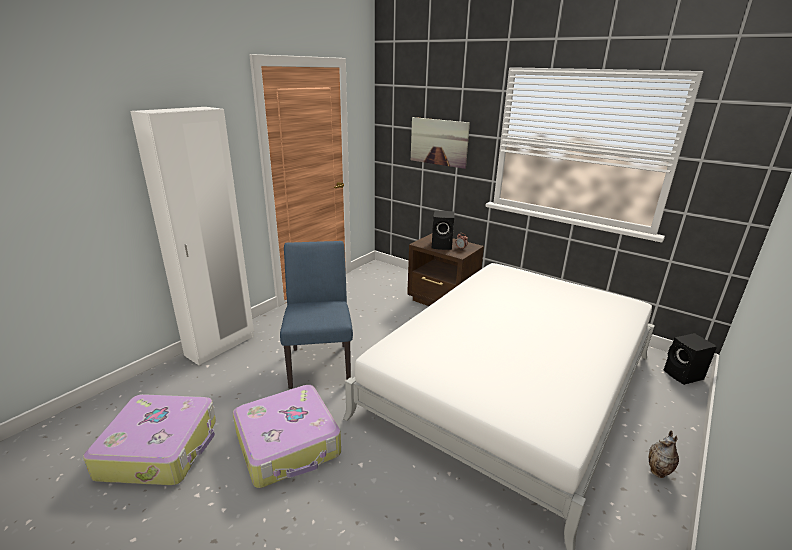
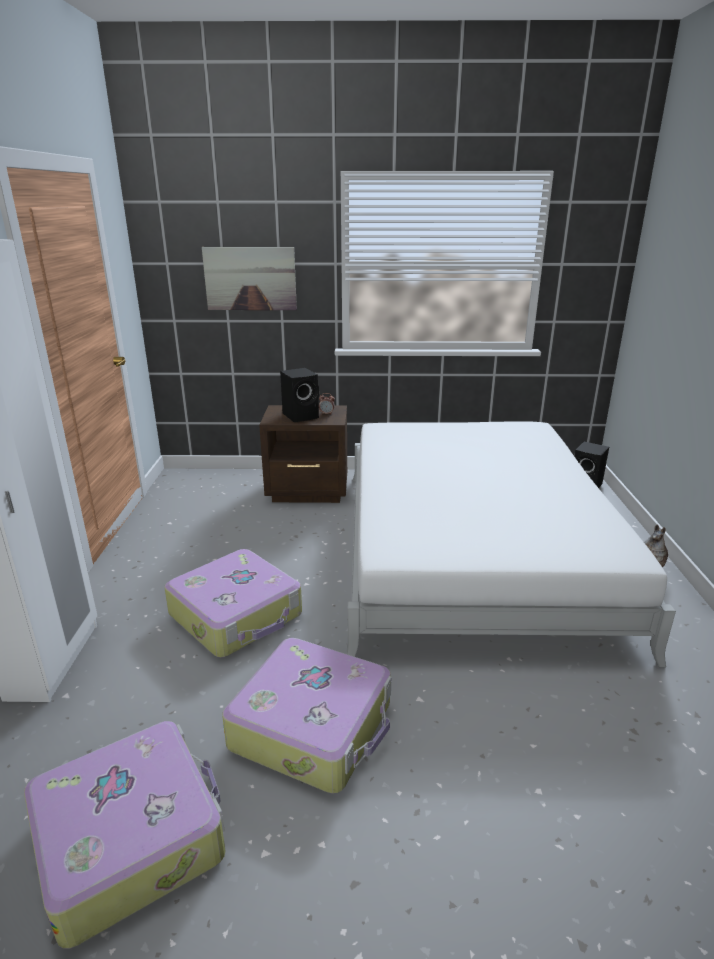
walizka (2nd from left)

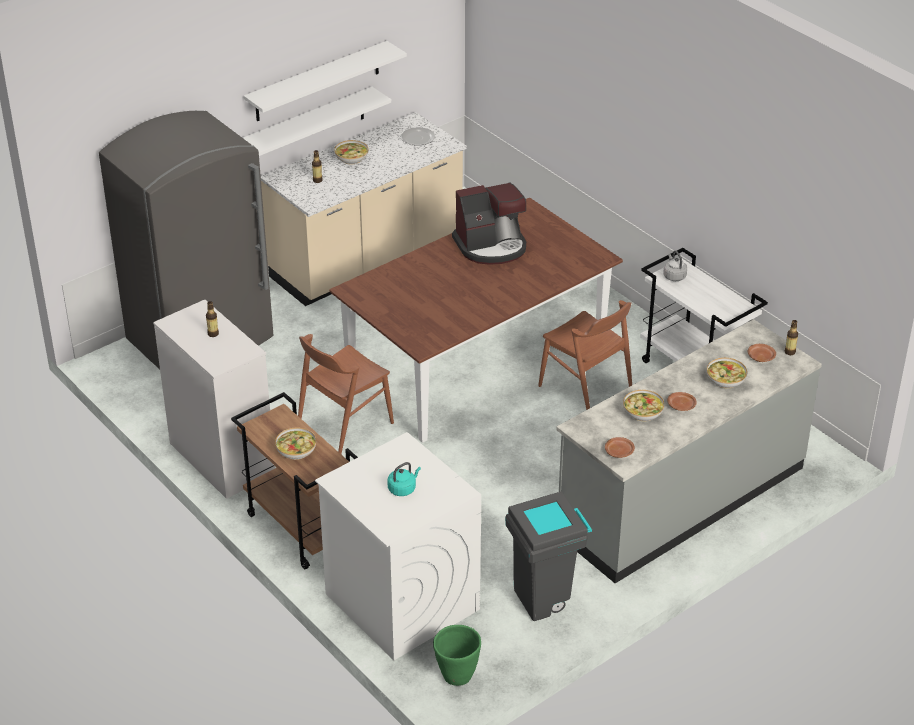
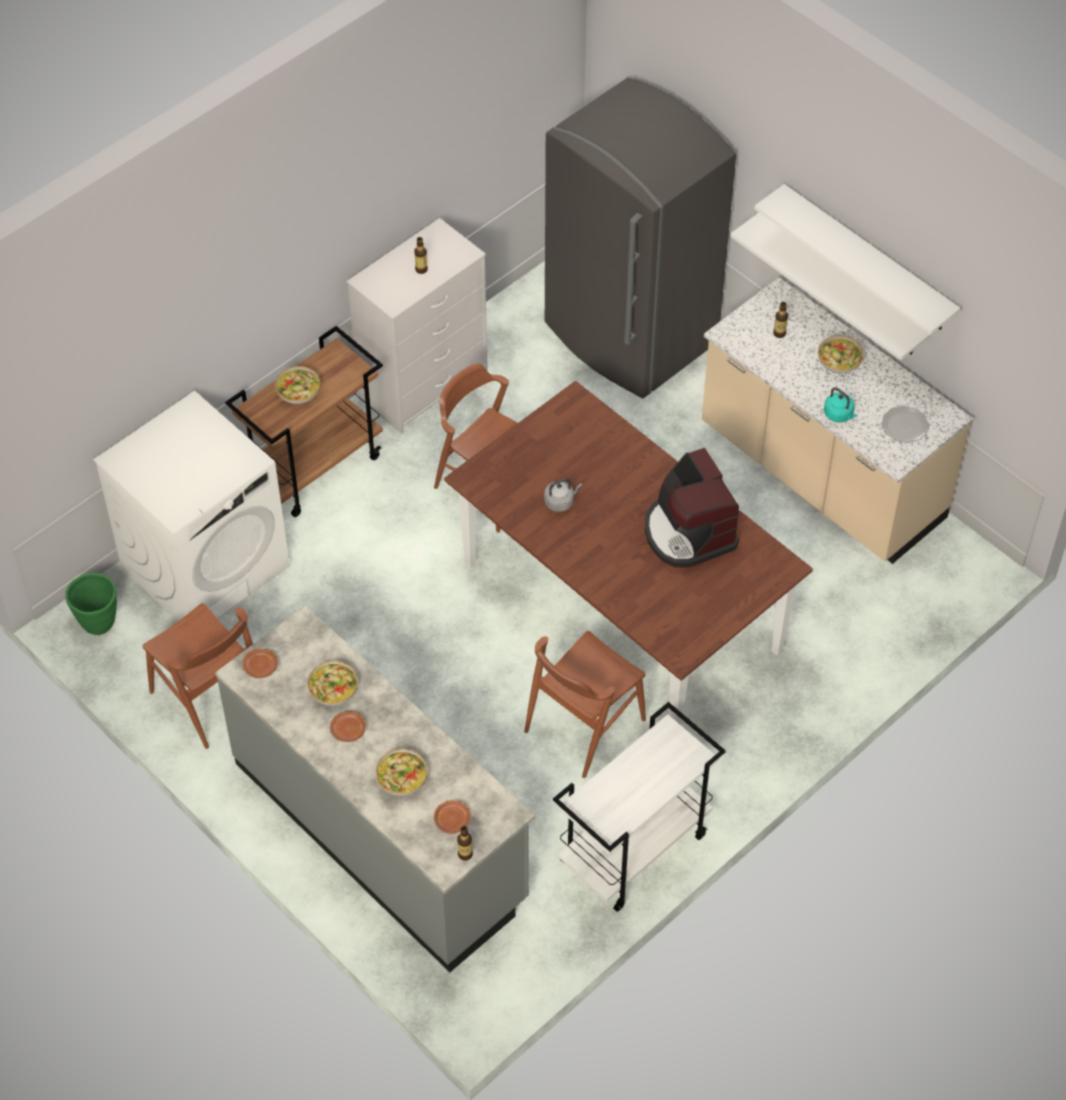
czajnik/turkusowy
krzesło/brązowy (1st from left)
czajnik/szary

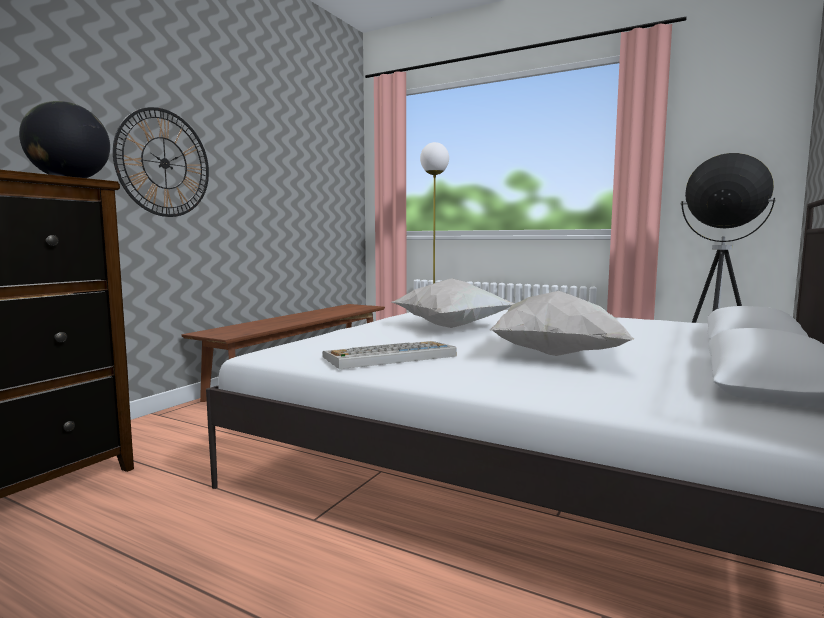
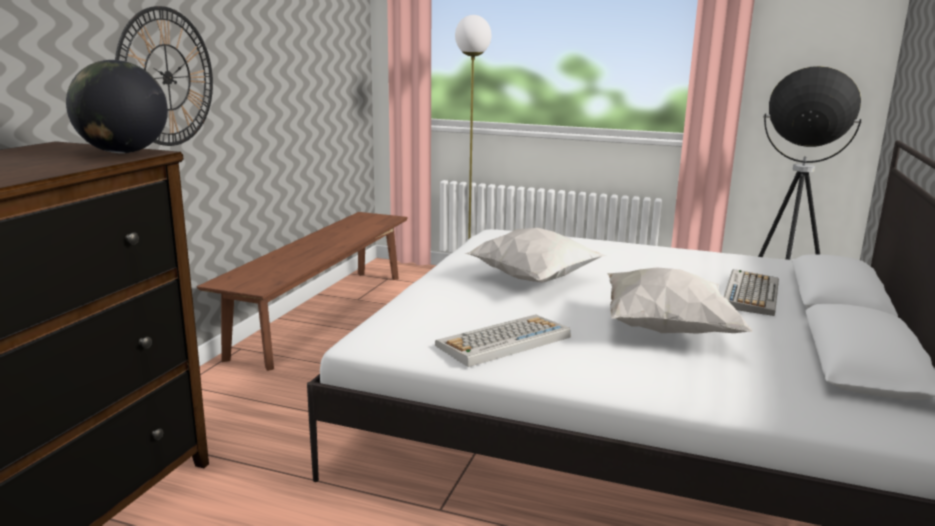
klawiatura (2nd from left)

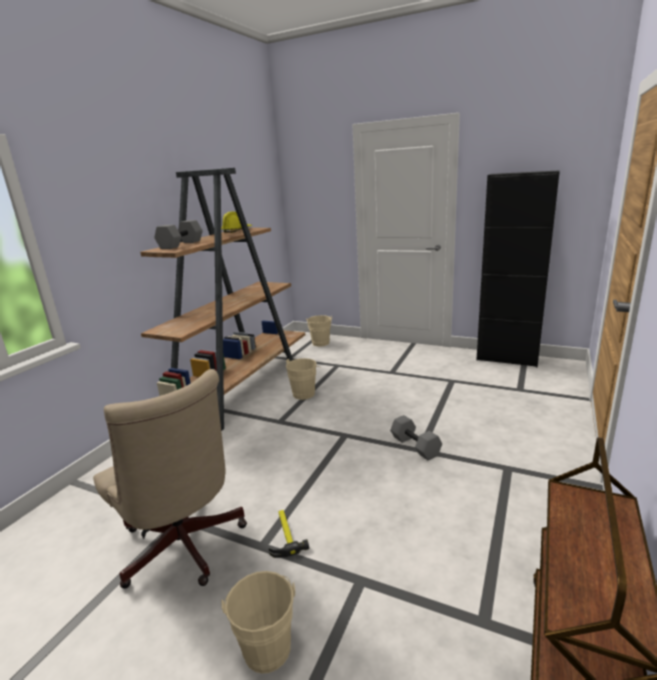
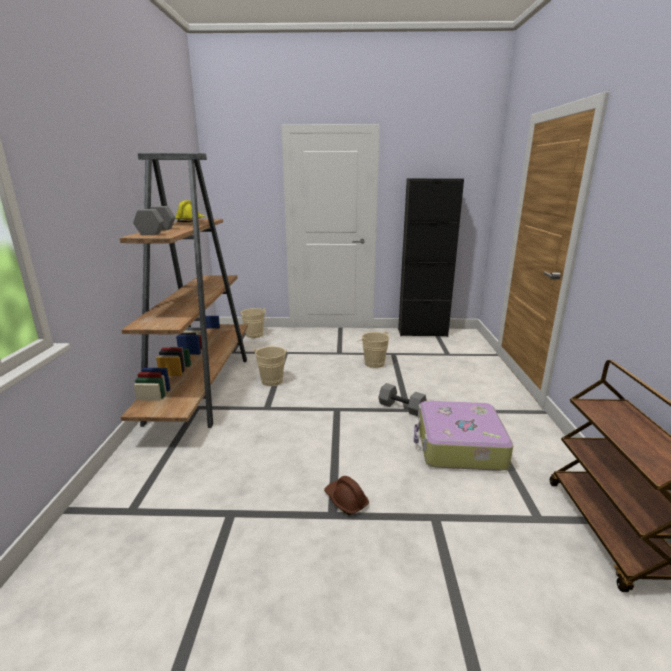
krzesło biurowe/beżowy
wiadro/beżowy (3rd from left)
kask/brązowy
walizka

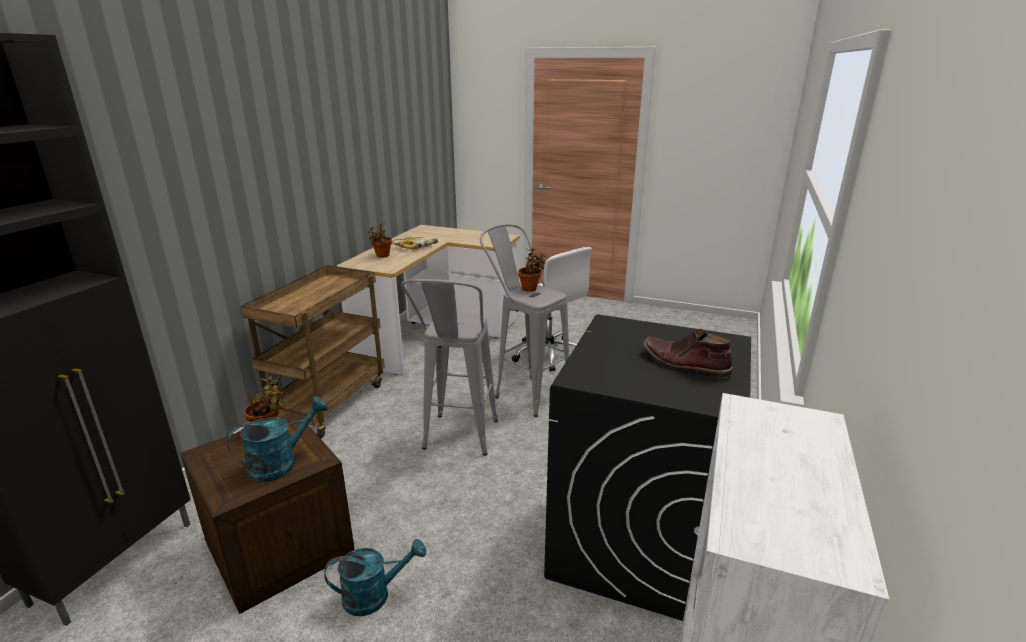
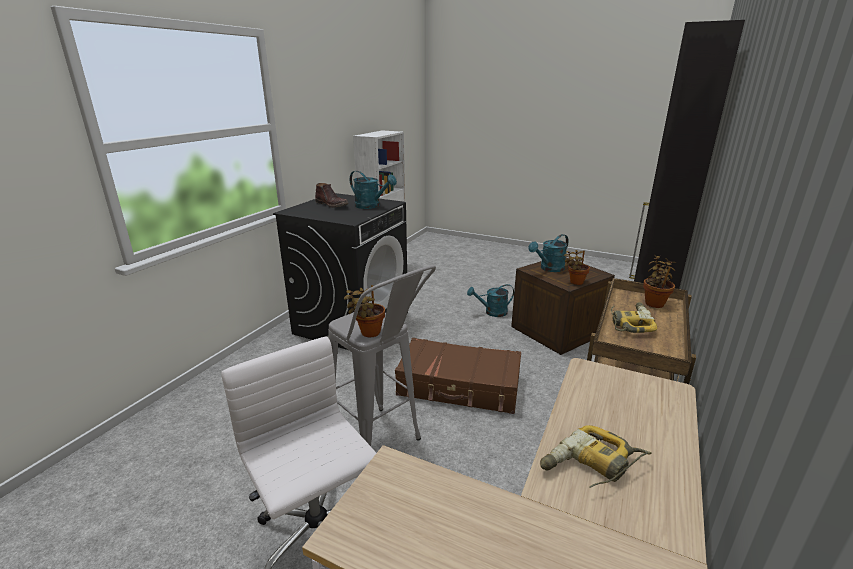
roślina doniczkowa (3rd from left)
walizka/brązowy
konewka/turkusowy (1st from left)
wiertarka (2nd from left)

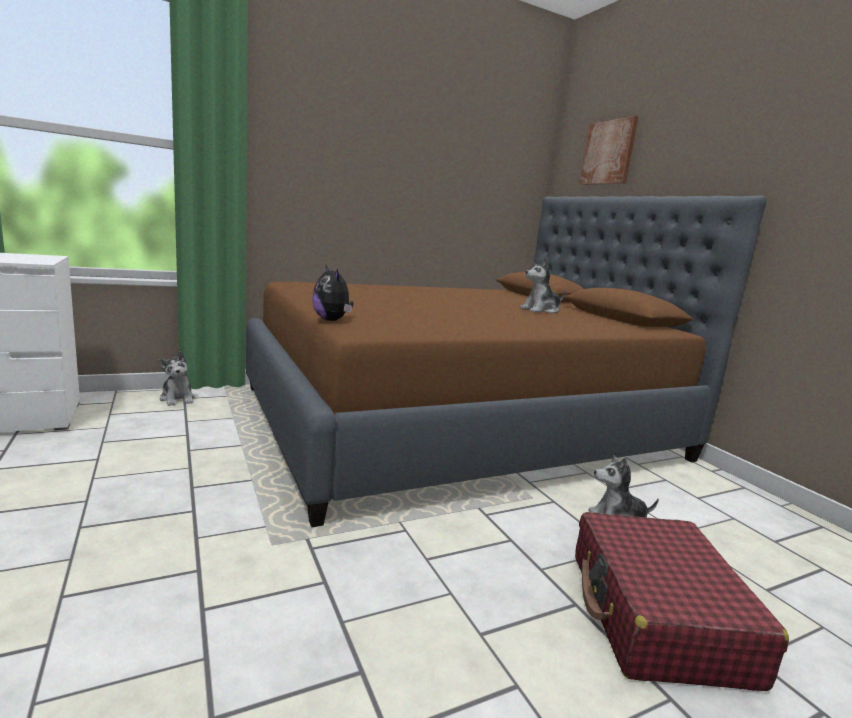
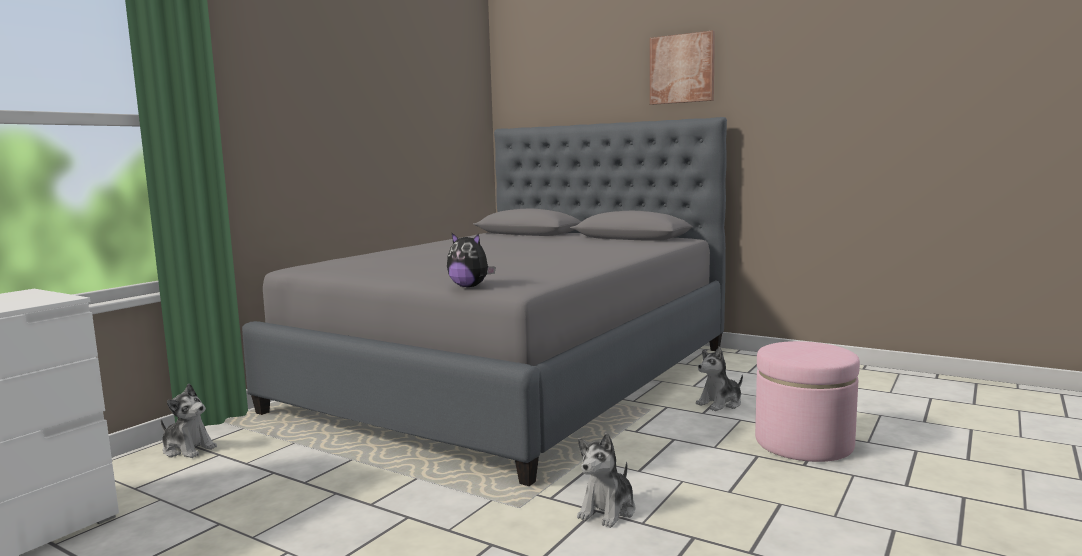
łóżko/szary
pluszak (3rd from left)
pufa/różowy
obraz

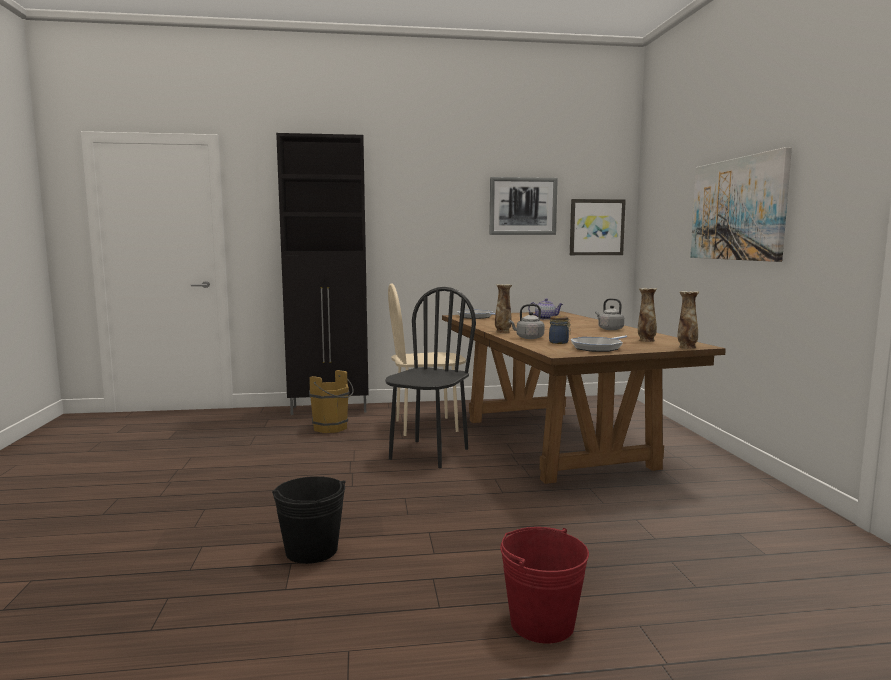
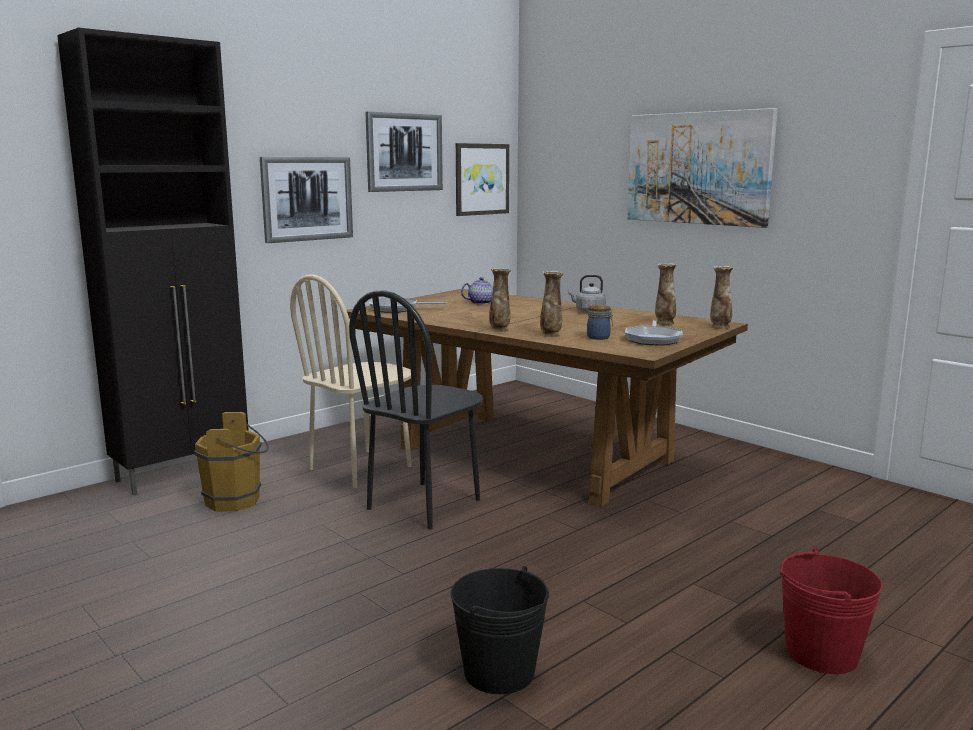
krzesło/czarny
wazon (2nd from left)
obraz (1st from left)

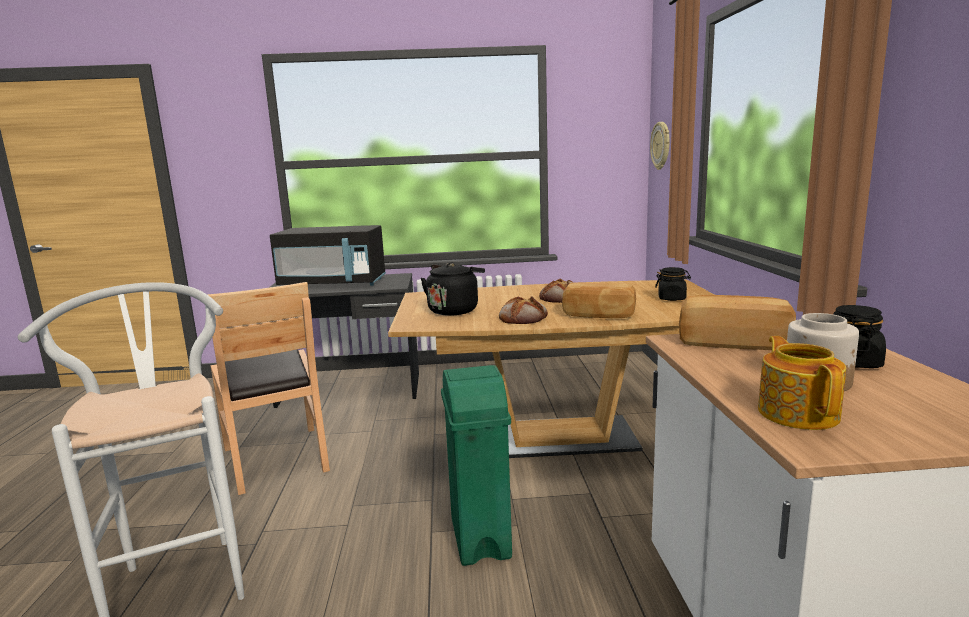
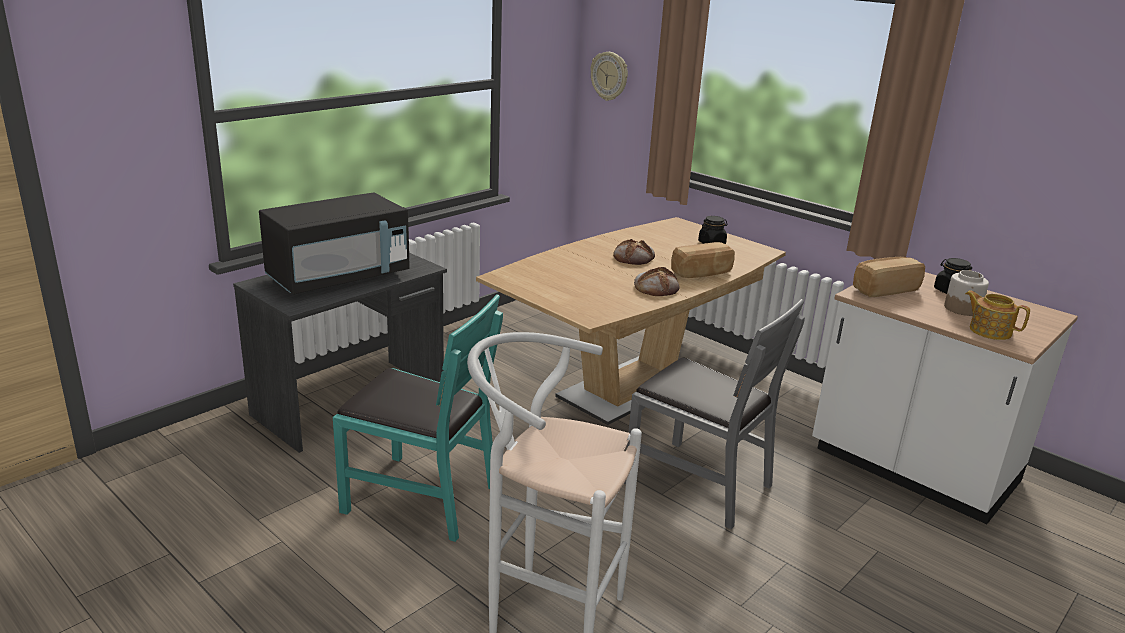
krzesło/turkusowy
czajnik/czarny
krzesło/szary

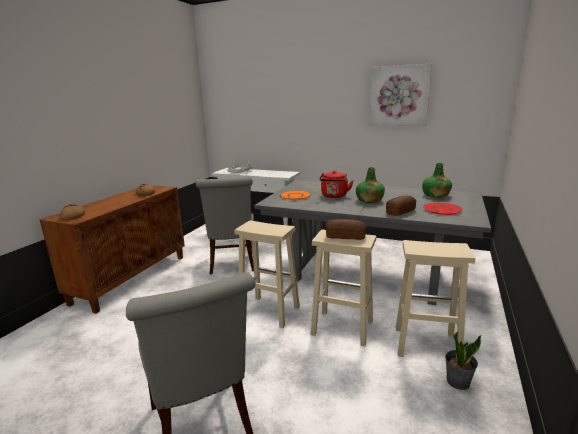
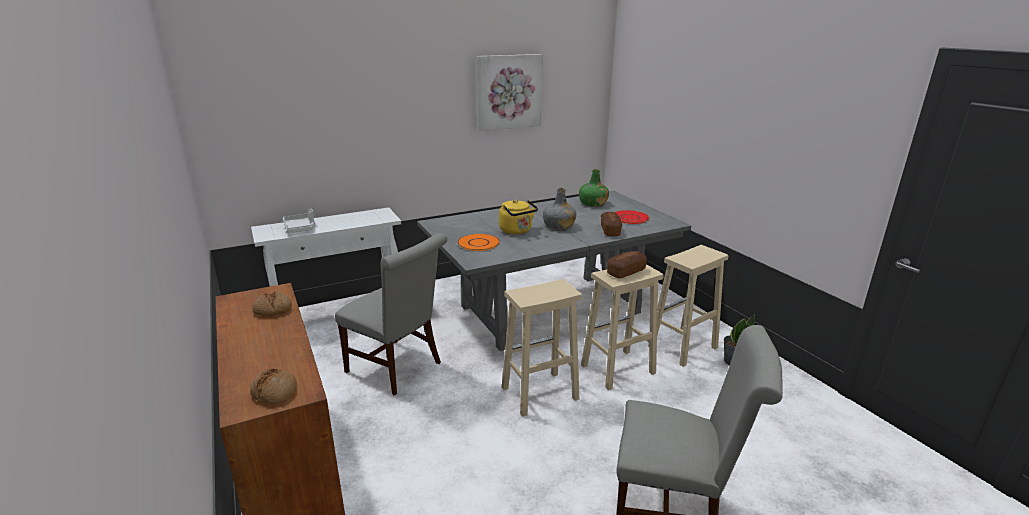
czajnik/żółty
butelka/szary

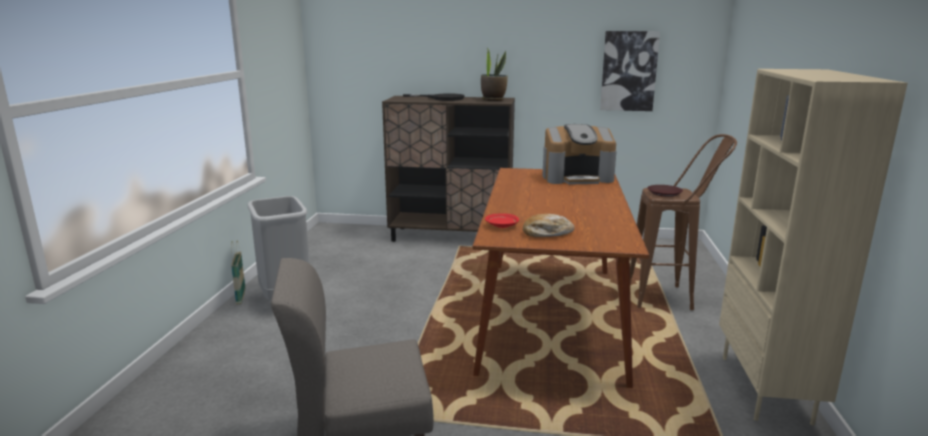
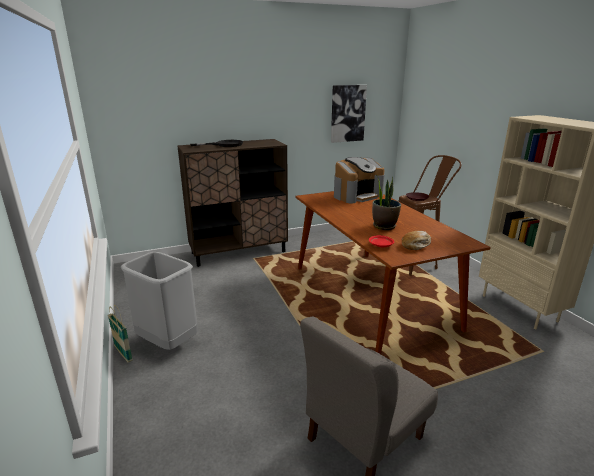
roślina doniczkowa

